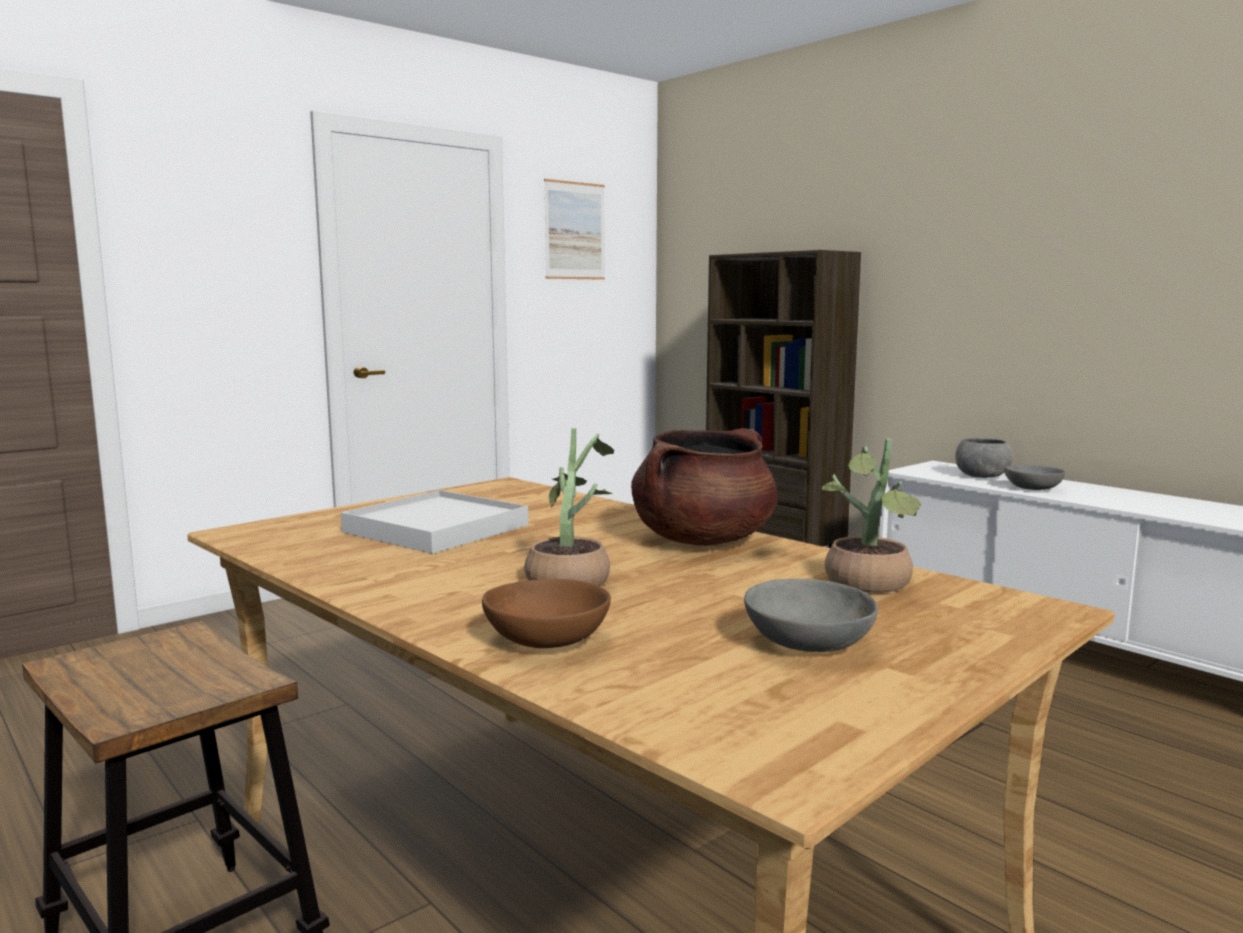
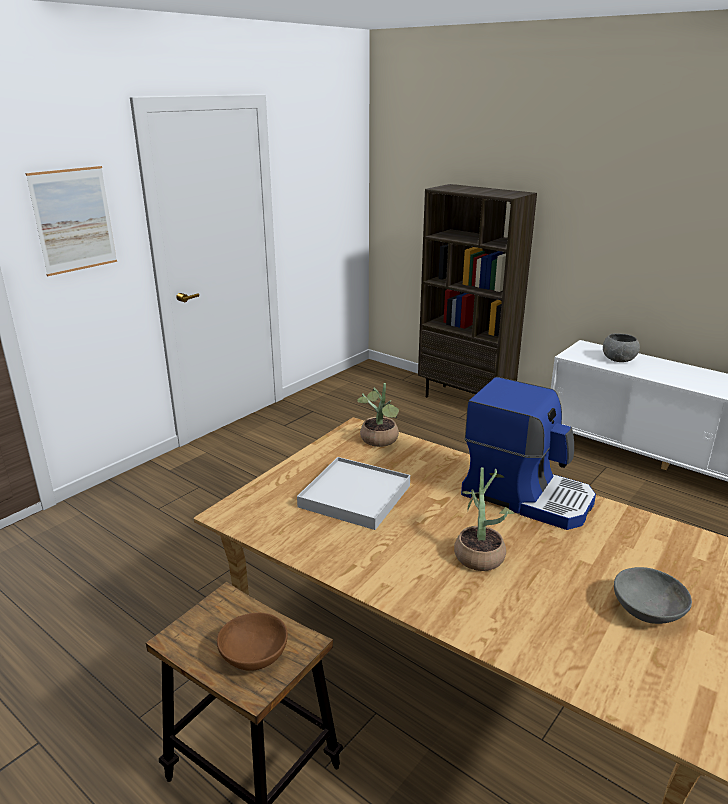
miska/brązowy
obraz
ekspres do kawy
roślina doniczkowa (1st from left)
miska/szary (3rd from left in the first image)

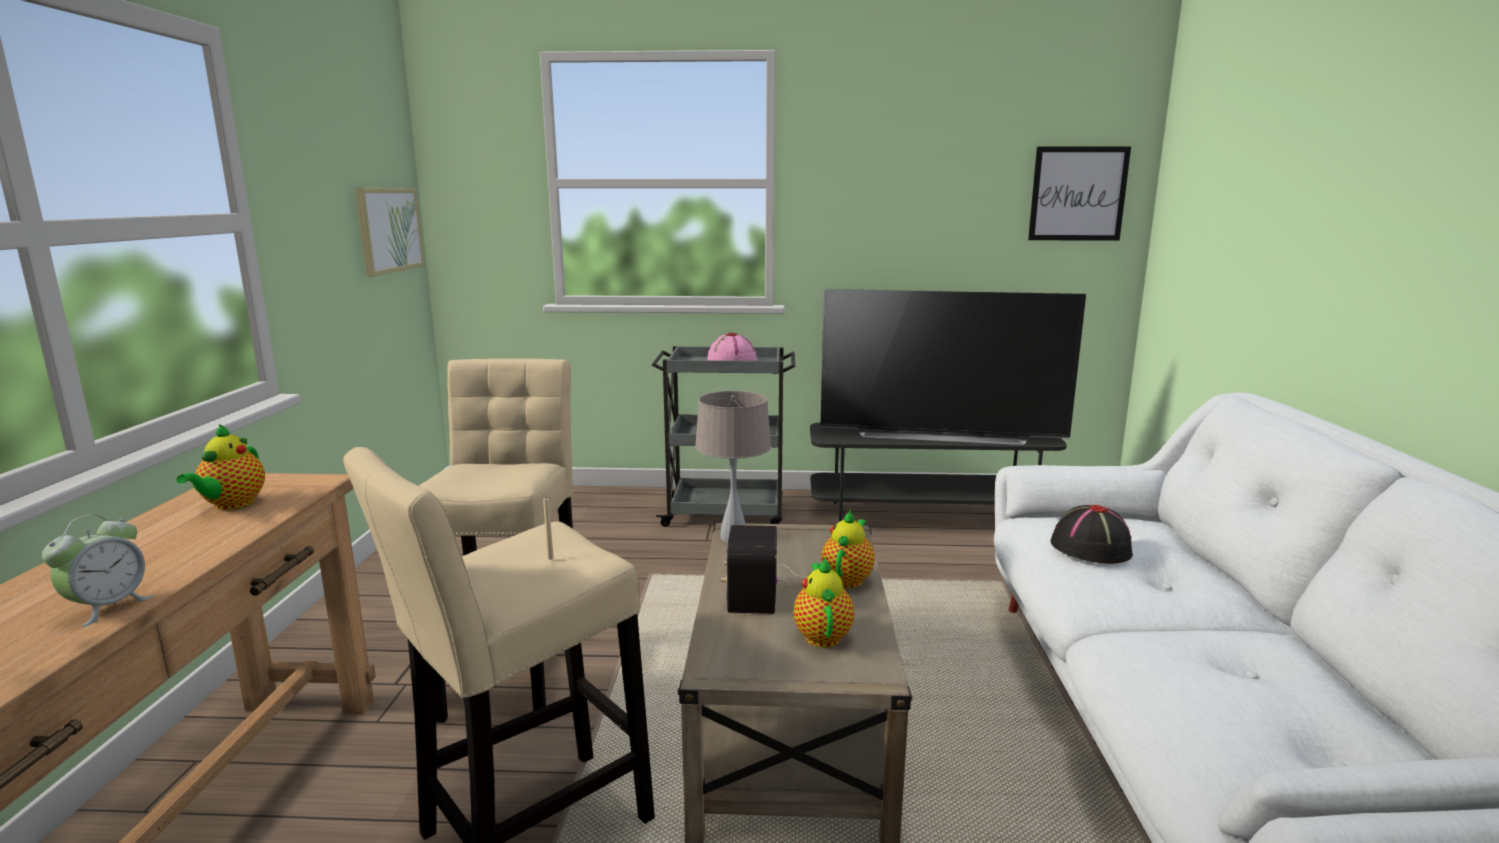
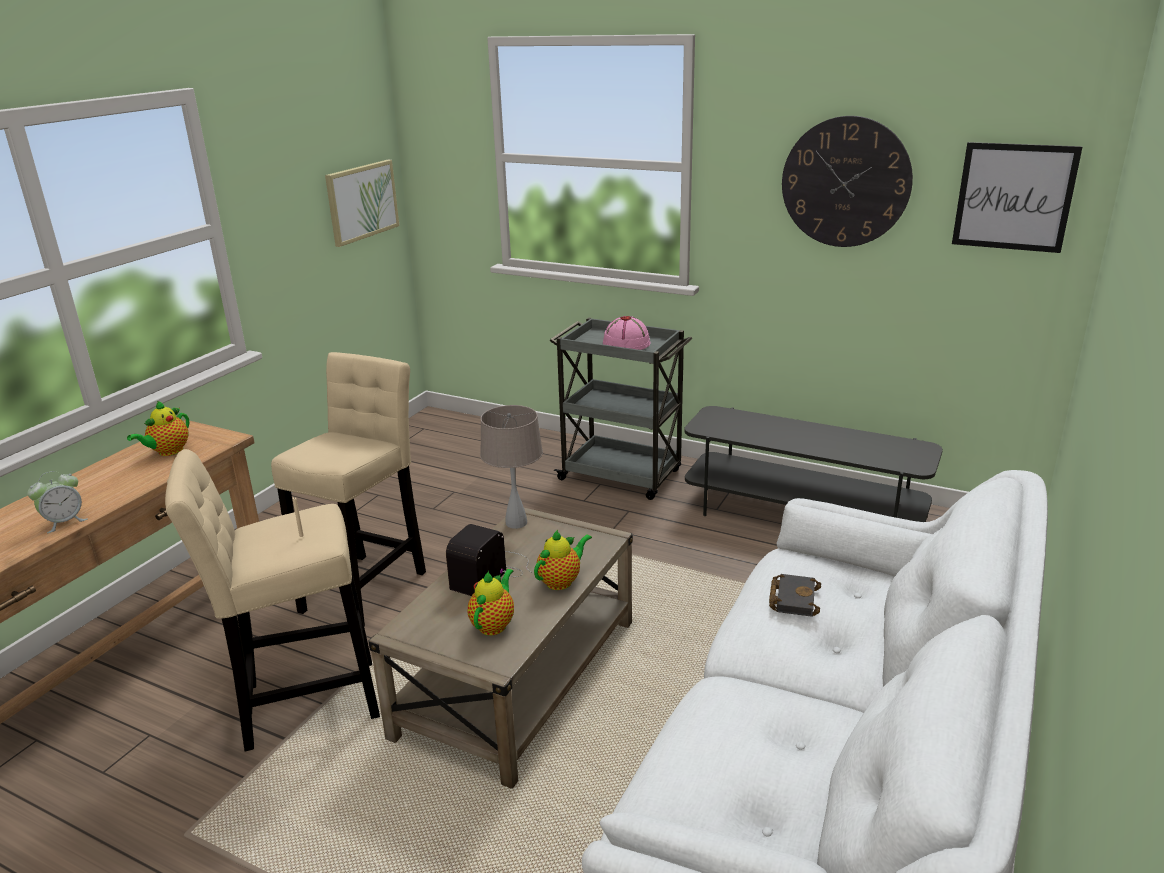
telewizor
książka/czarny
zegar ścienny

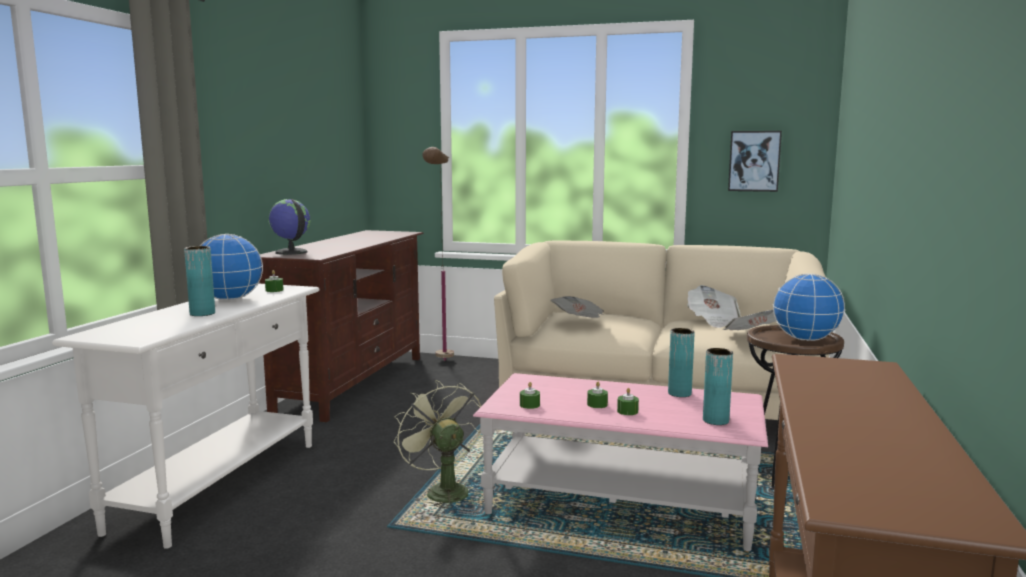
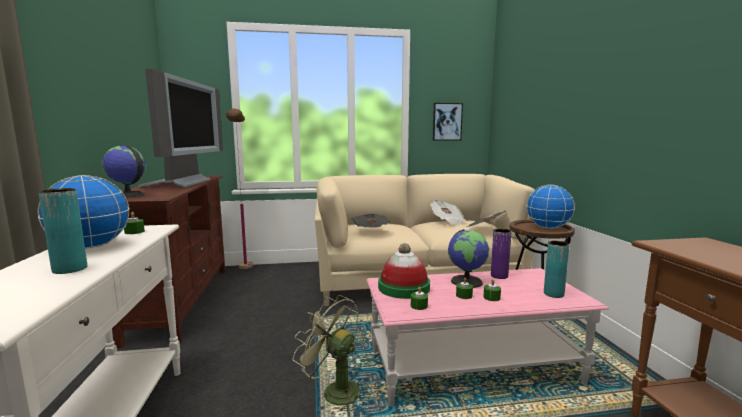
wazon/fioletowy
telewizor
kapelusz
globus (3rd from left)

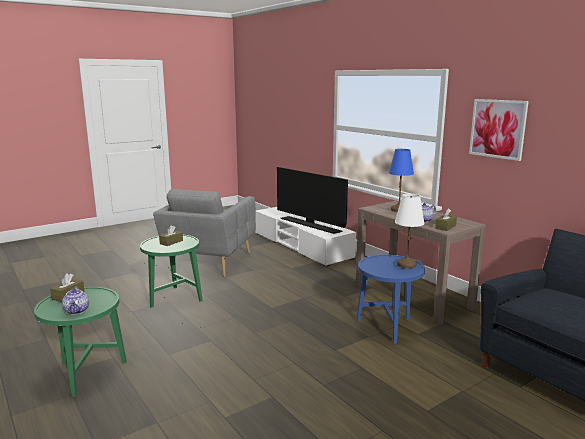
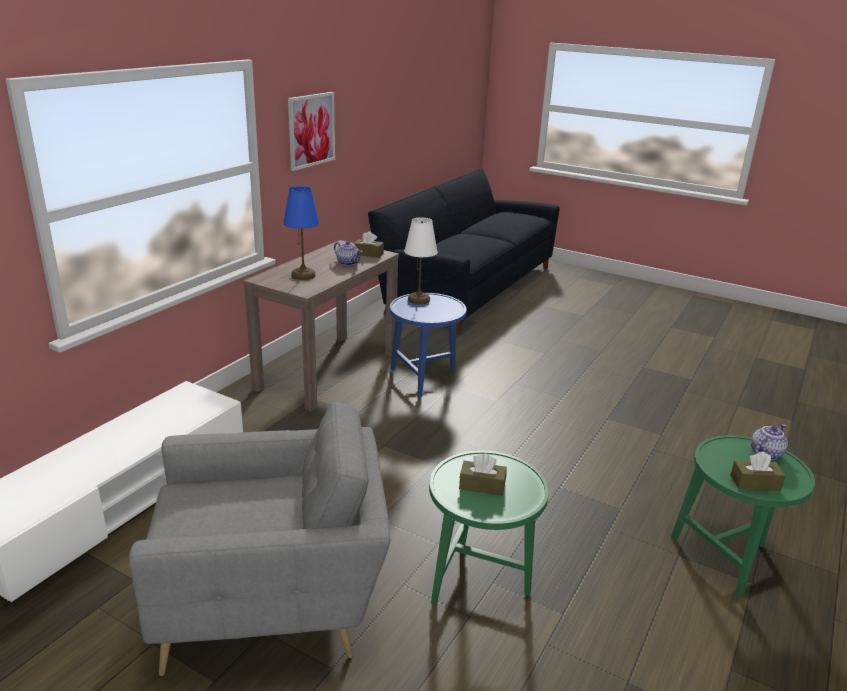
telewizor

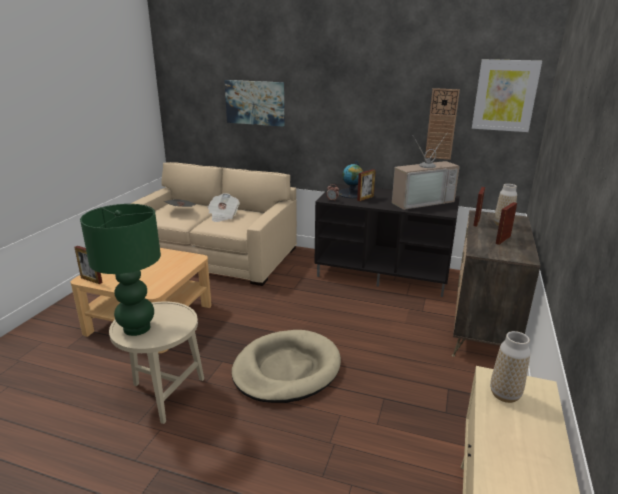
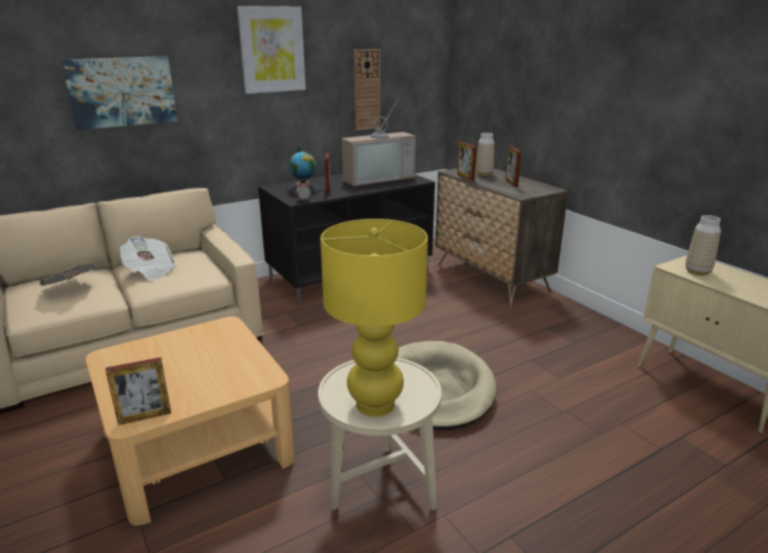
lampa stołowa/żółty
telewizor
obraz (2nd from left)

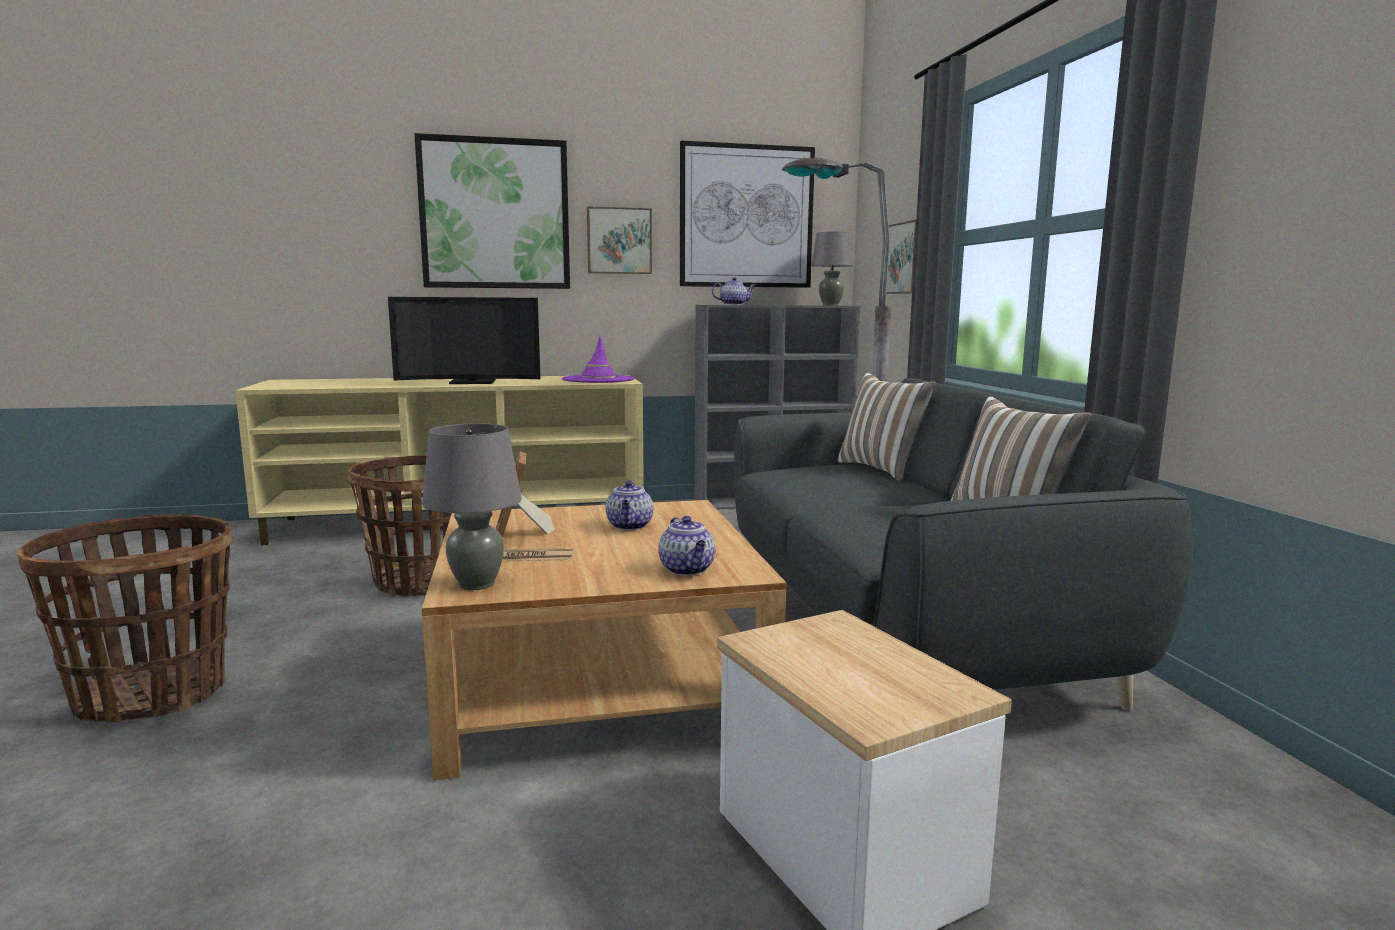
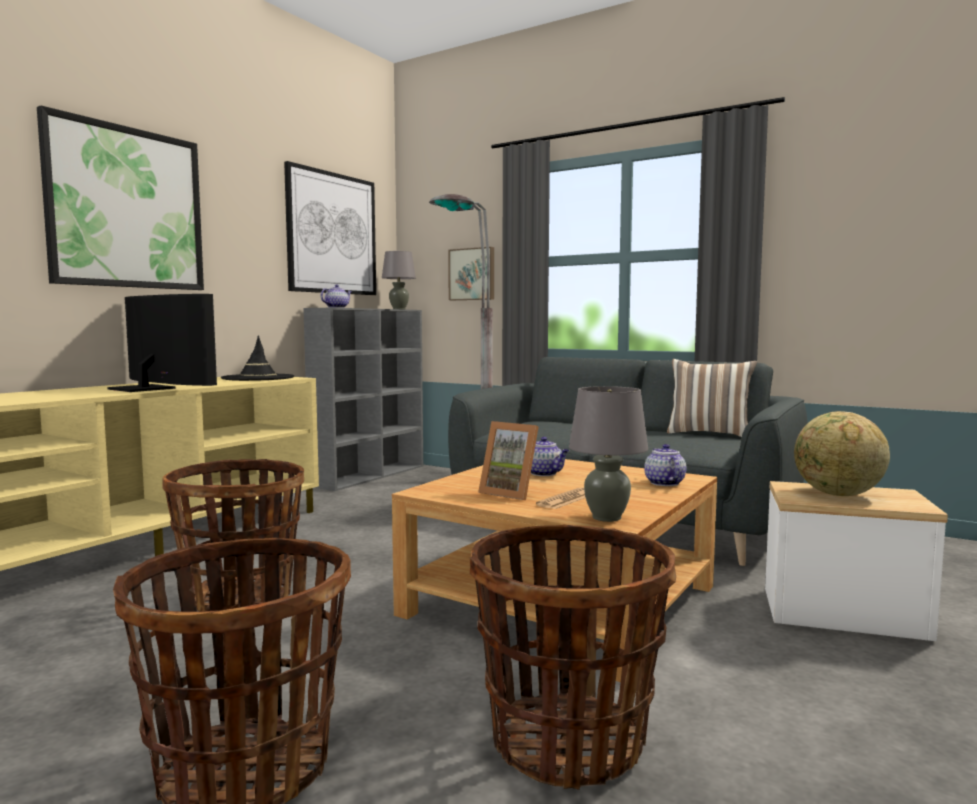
telewizor
kapelusz/czarny
obraz (2nd from left in the first image)
imbryk (3rd from left)
poduszka (1st from left in the first image)
koszyk (3rd from left)
globus

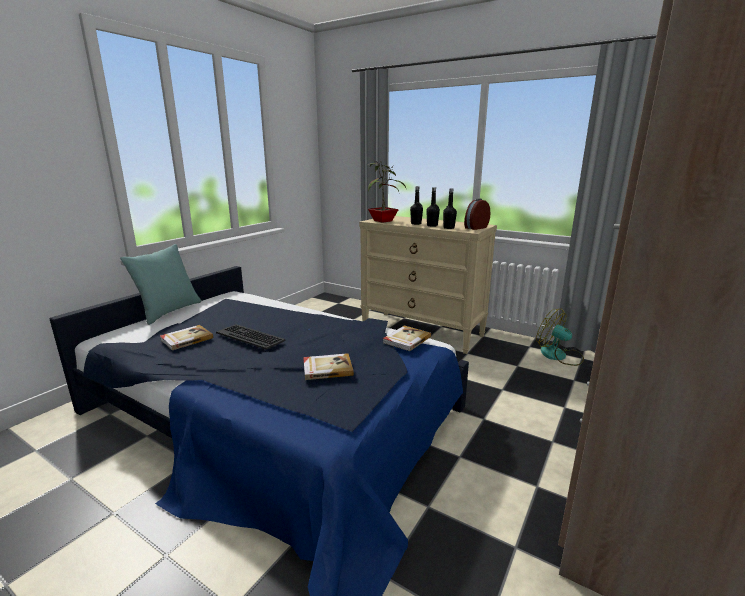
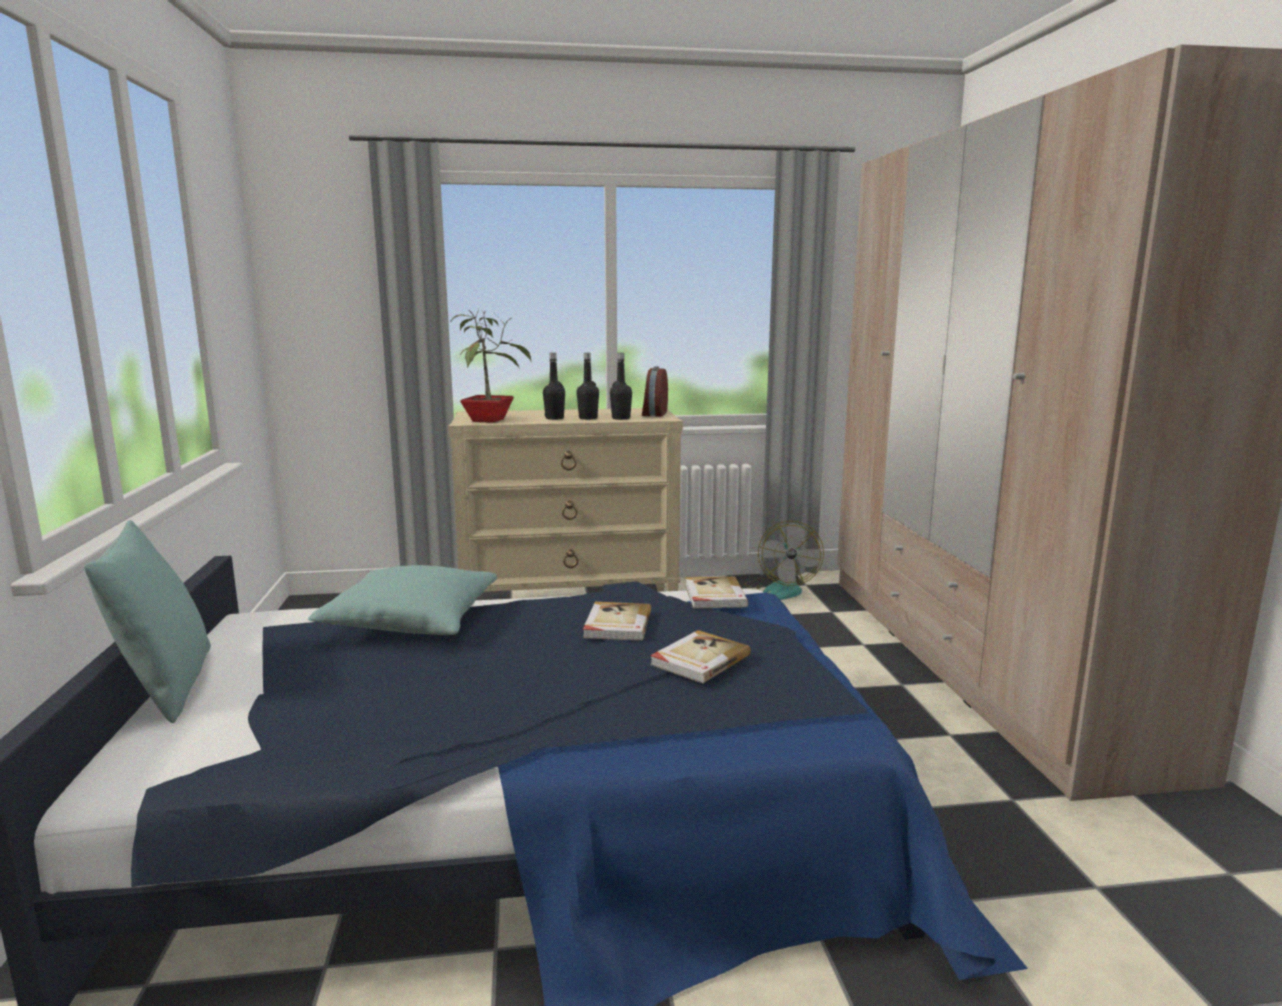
książka (1st from left)
klawiatura
wentylator
poduszka/turkusowy (2nd from left)

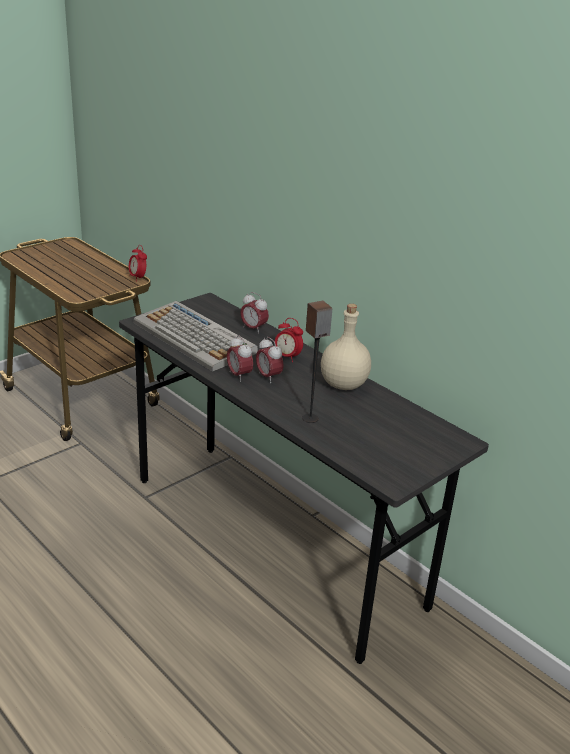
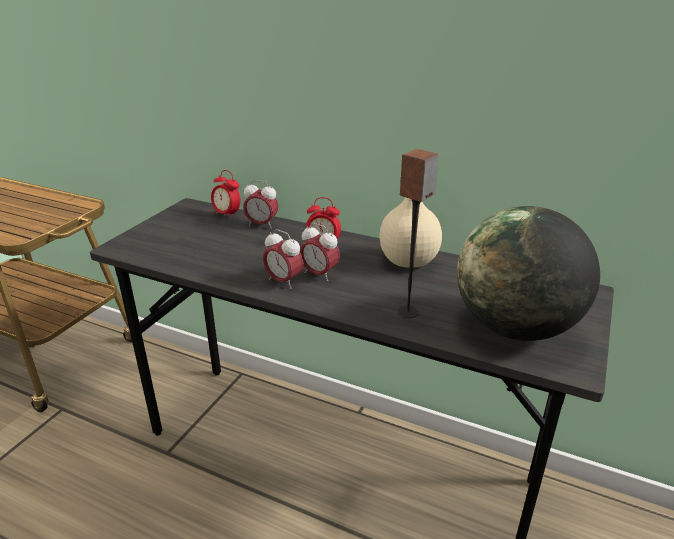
budzik (1st from left)
klawiatura
globus

